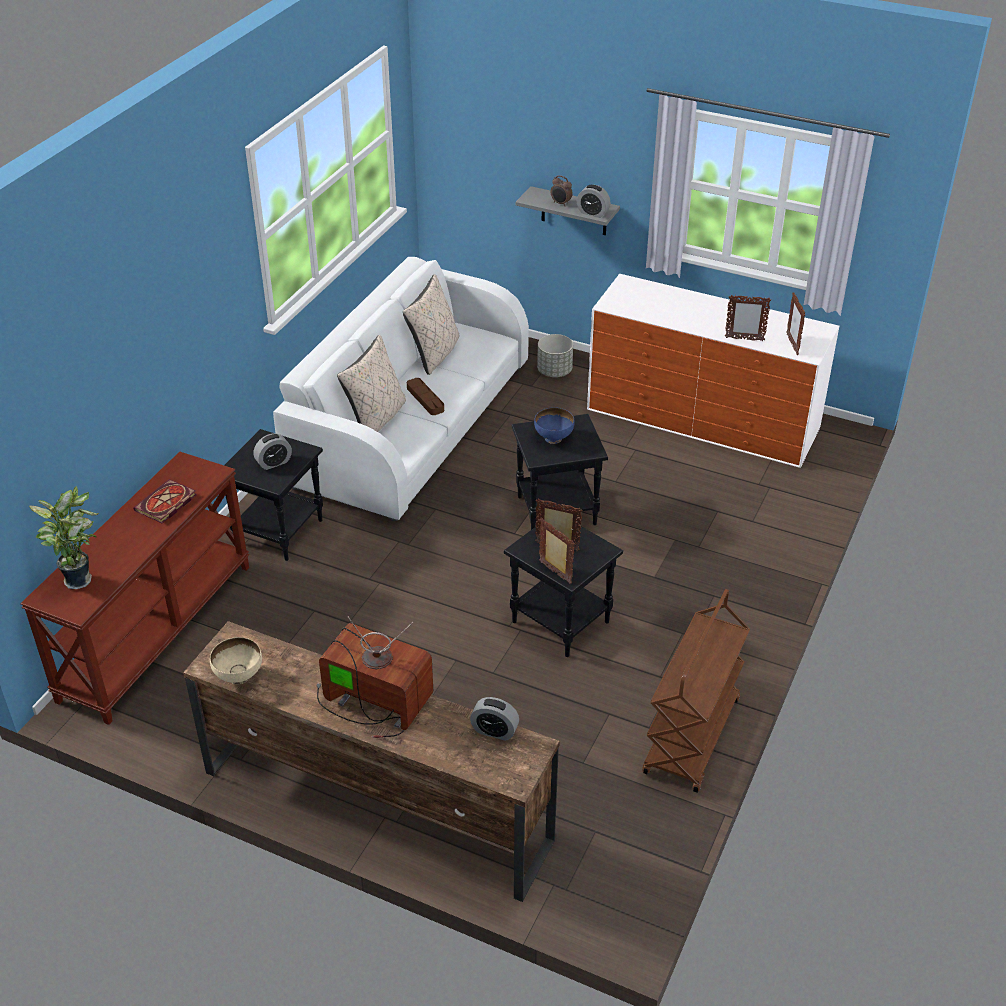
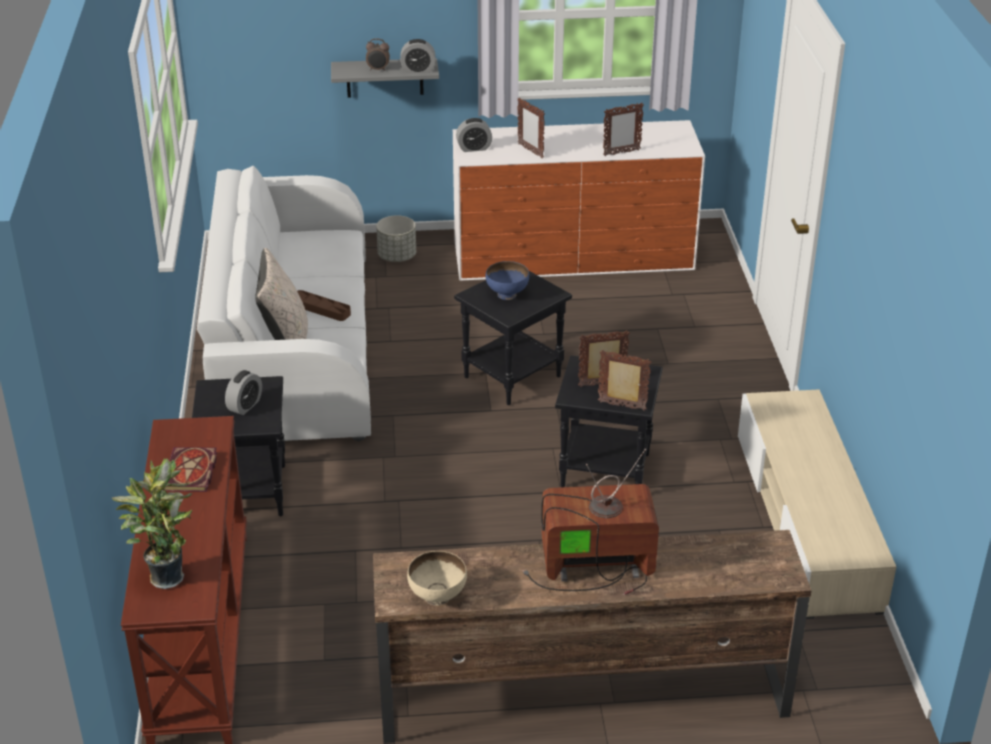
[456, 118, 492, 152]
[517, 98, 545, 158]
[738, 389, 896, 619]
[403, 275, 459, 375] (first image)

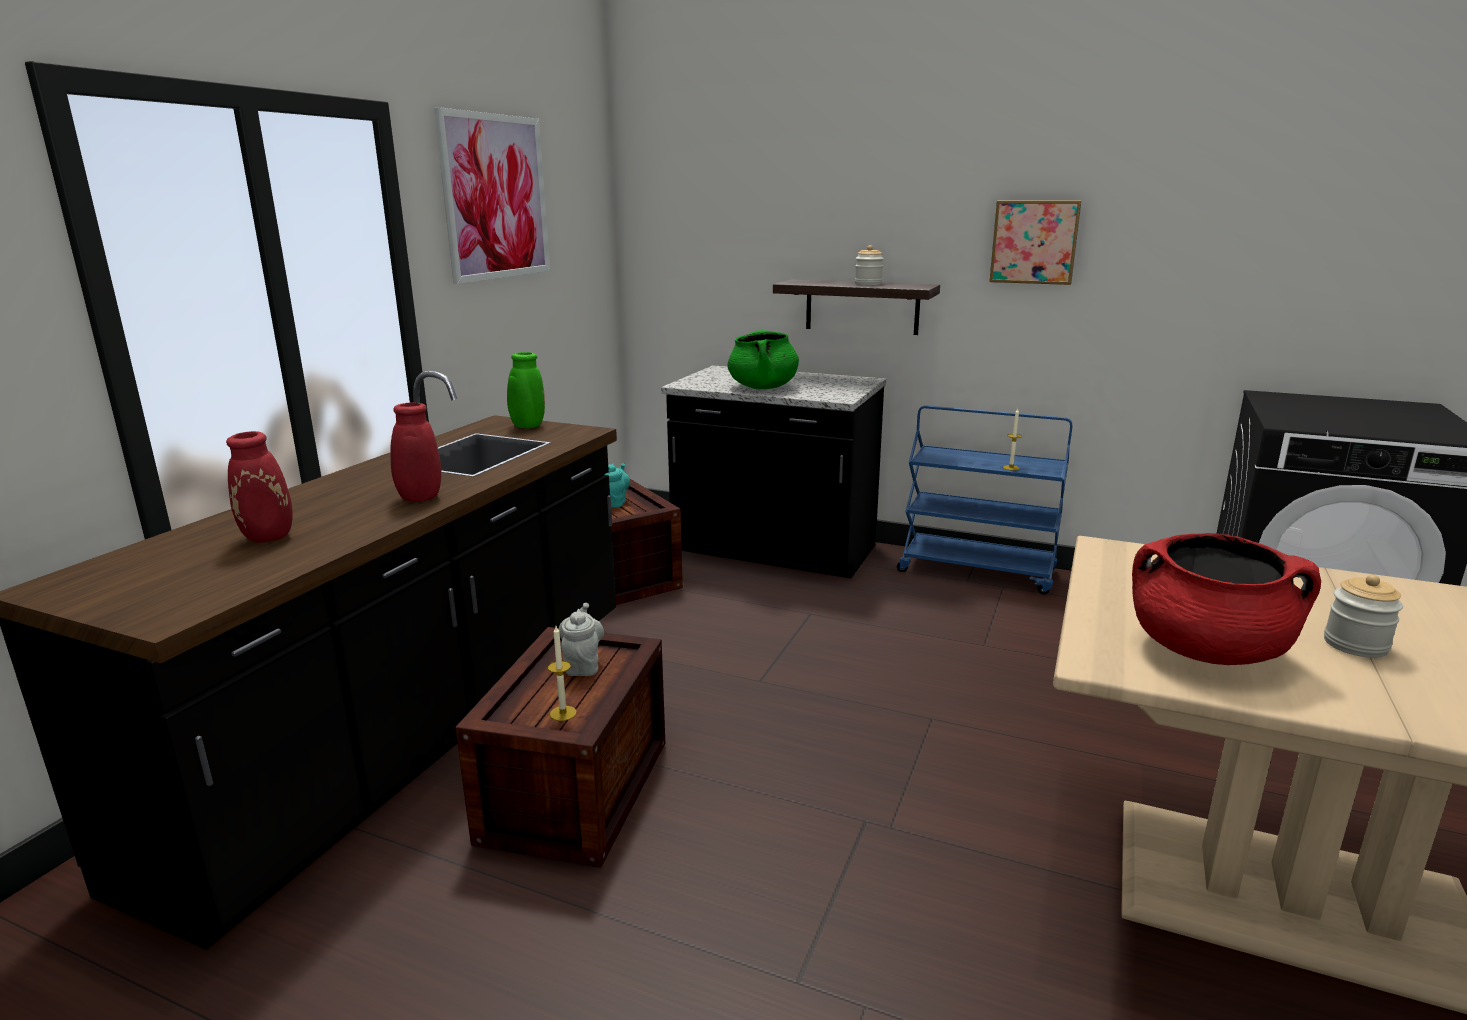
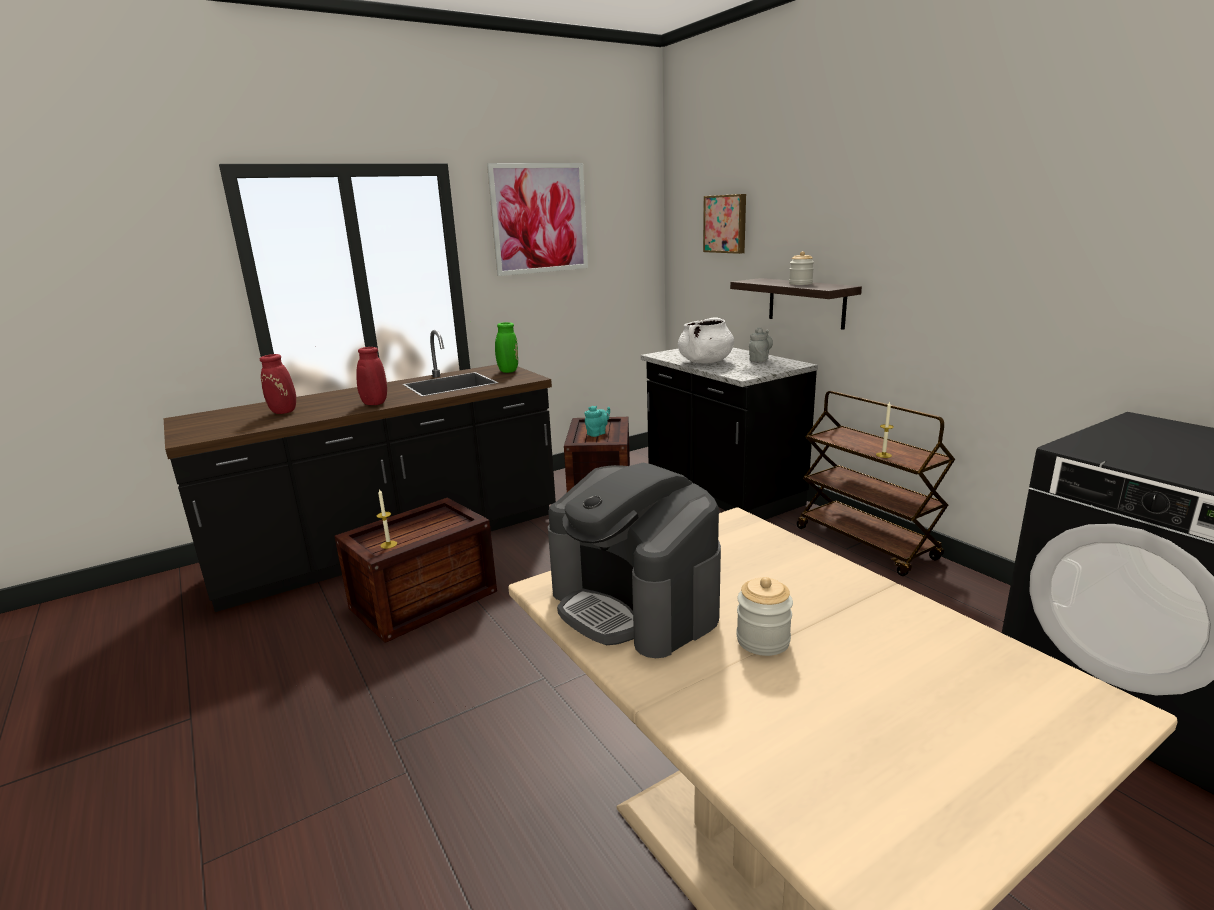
[548, 463, 721, 658]
[678, 317, 734, 363]
[703, 194, 746, 254]
[749, 327, 773, 362]
[797, 391, 955, 576]

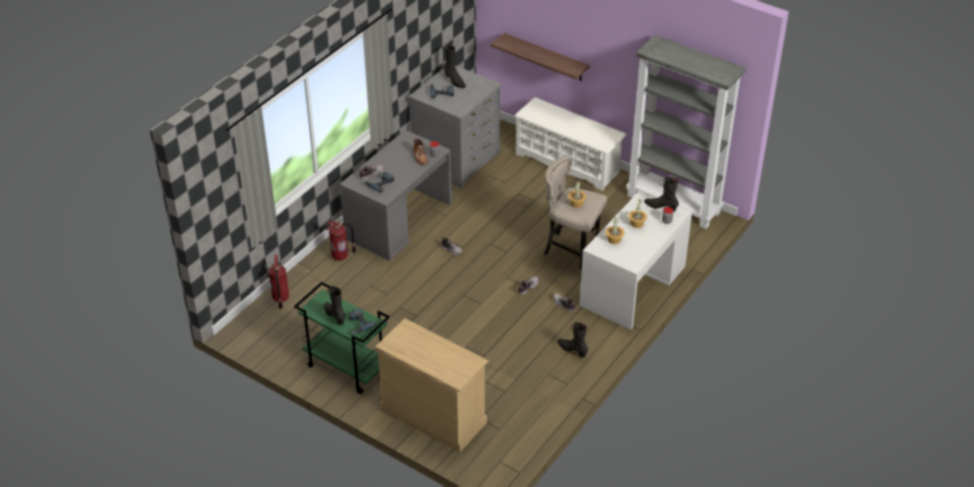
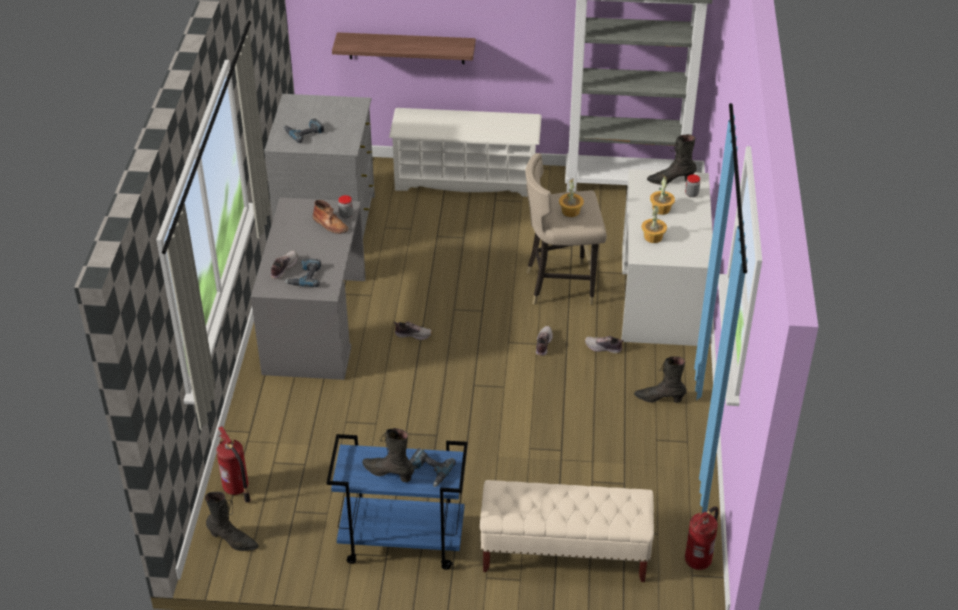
[205, 492, 259, 551]
[327, 434, 468, 570]
[480, 480, 654, 582]
[685, 506, 719, 570]

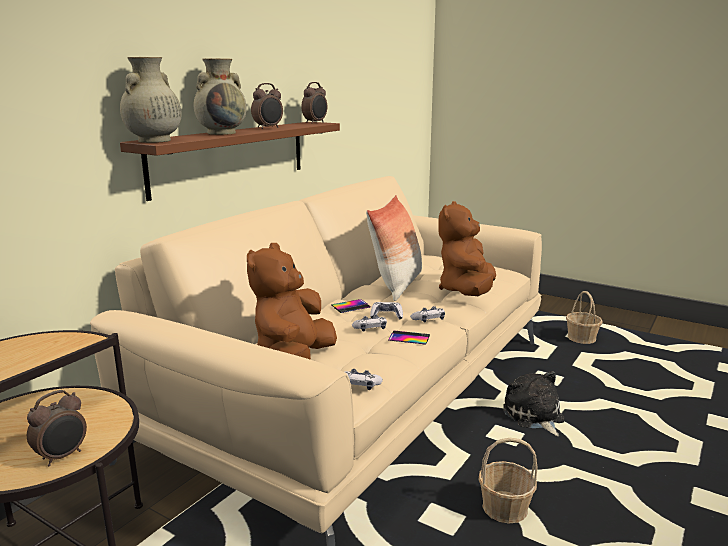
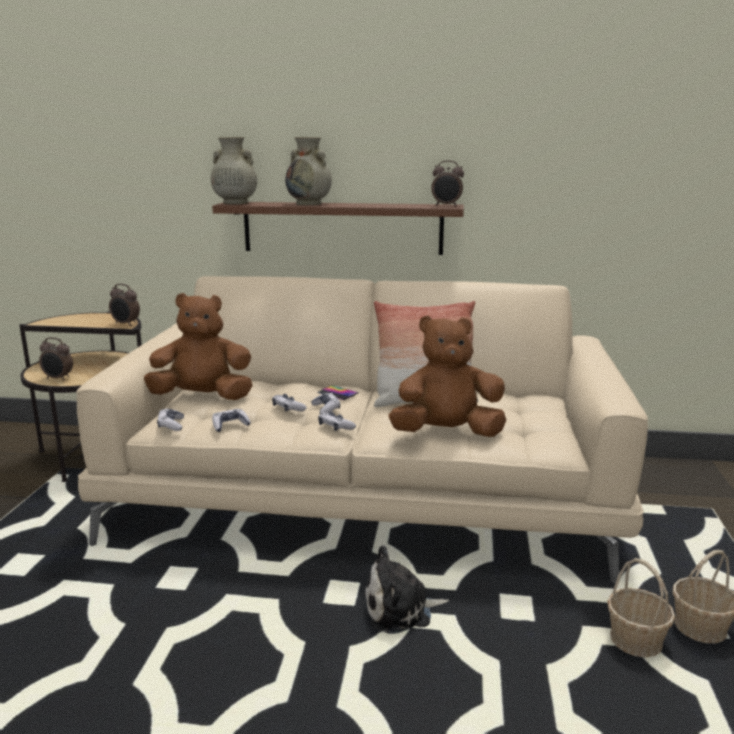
[109, 284, 140, 326]
[212, 409, 251, 432]
[364, 545, 449, 634]
[607, 558, 675, 658]
[388, 330, 430, 345] (first image)

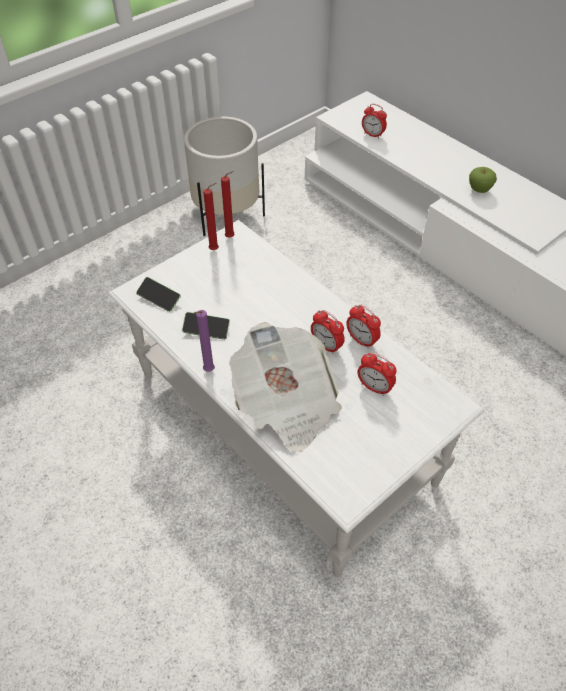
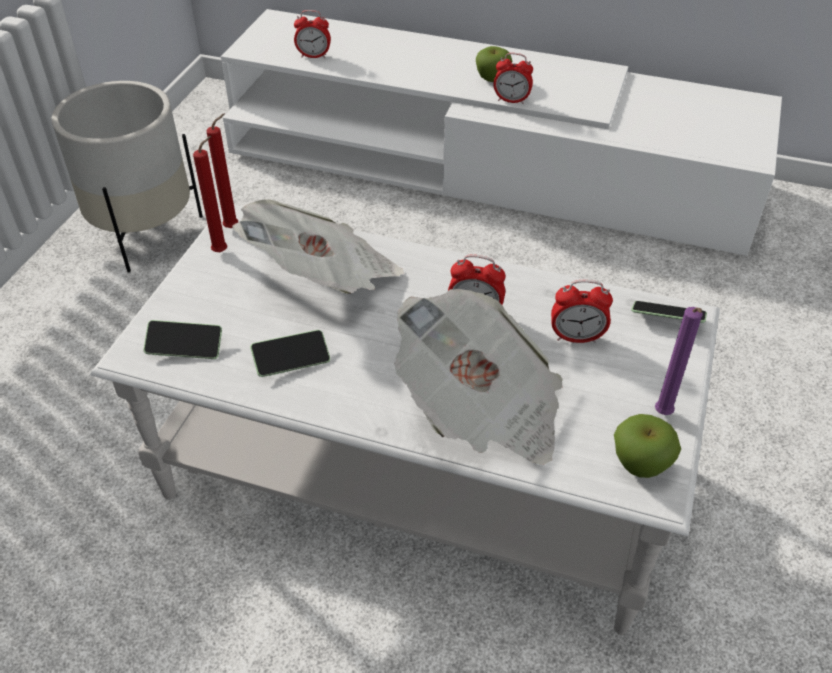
[232, 199, 403, 294]
[493, 53, 533, 104]
[614, 414, 681, 478]
[631, 301, 707, 323]
[655, 307, 703, 415]

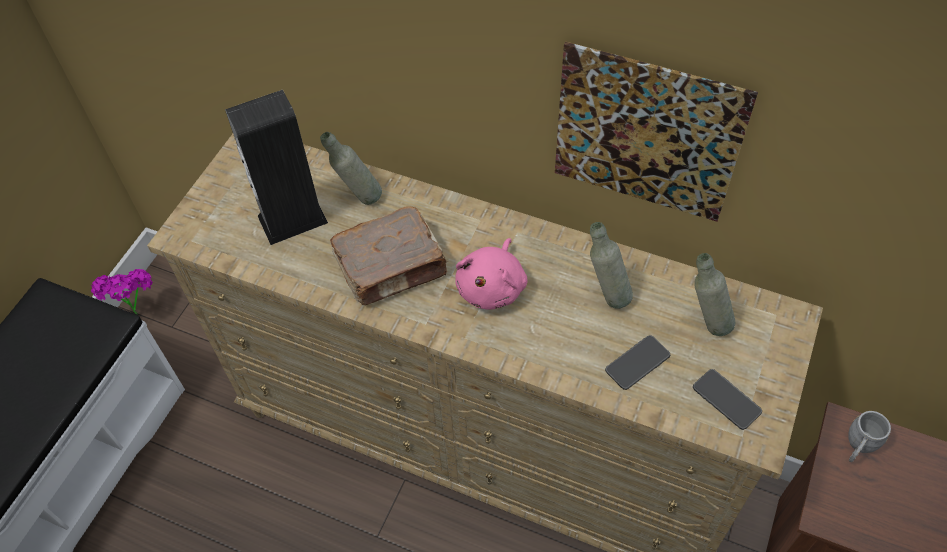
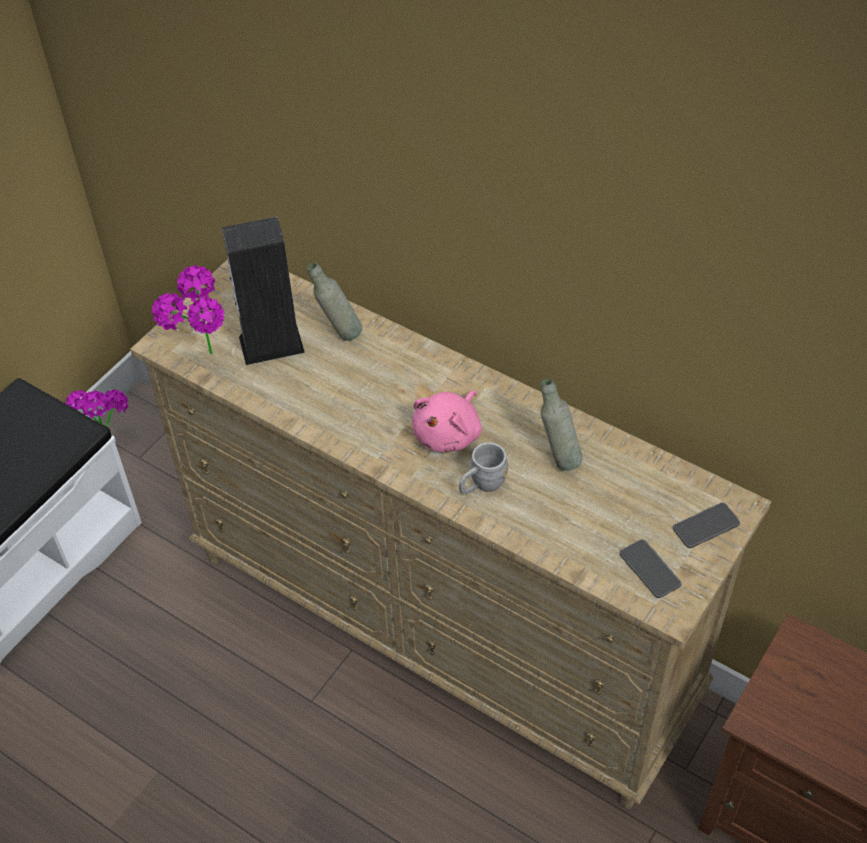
[152, 265, 224, 354]
[459, 443, 508, 495]
[673, 503, 740, 548]
[330, 207, 448, 305] (first image)
[555, 42, 758, 222] (first image)
[694, 253, 735, 336] (first image)

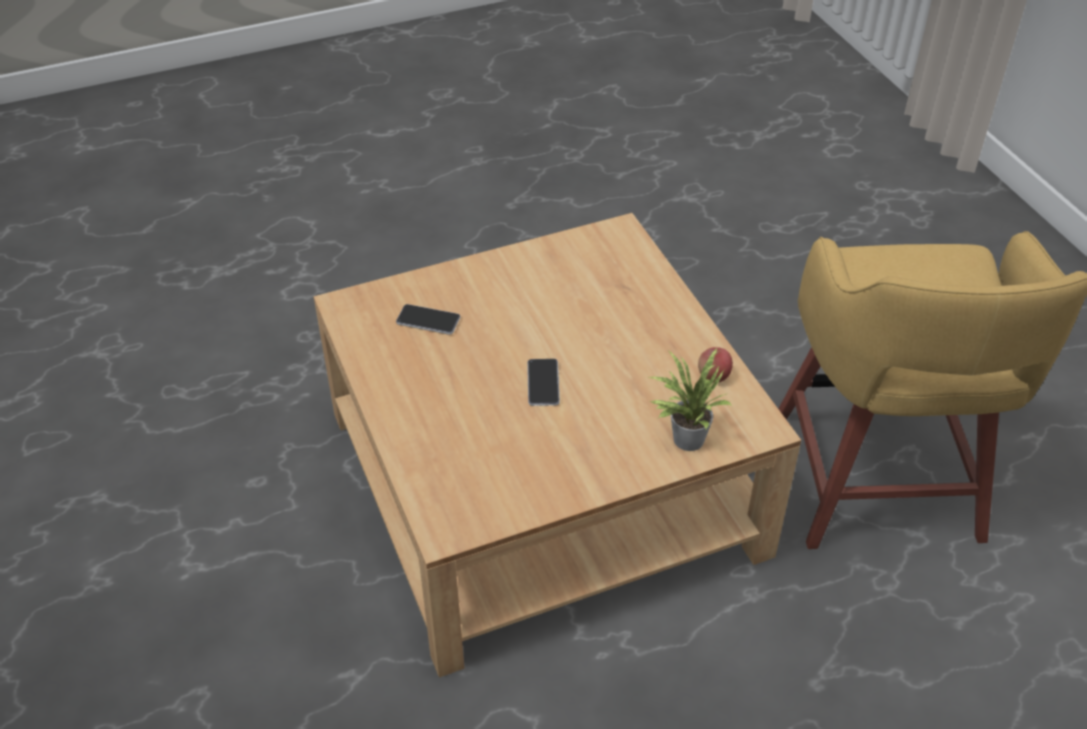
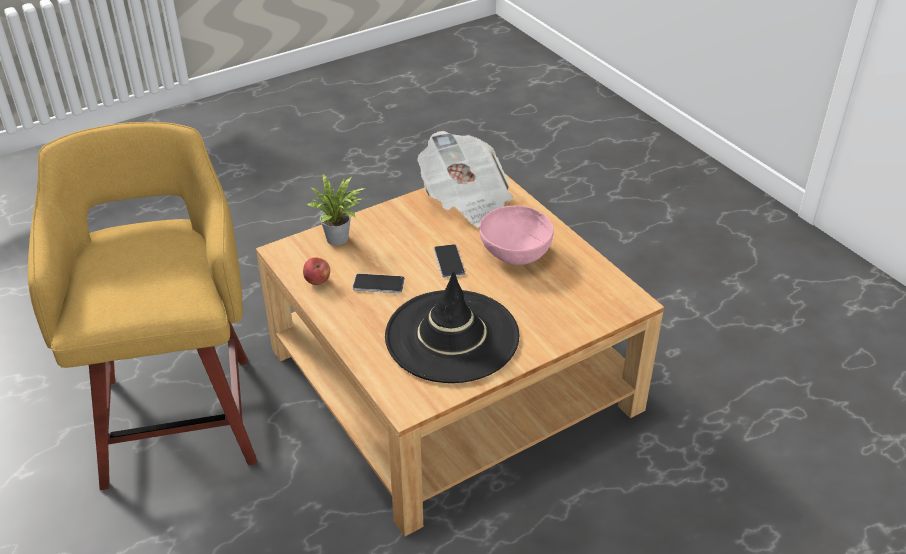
[353, 274, 405, 293]
[385, 271, 519, 383]
[417, 131, 513, 227]
[479, 206, 554, 265]

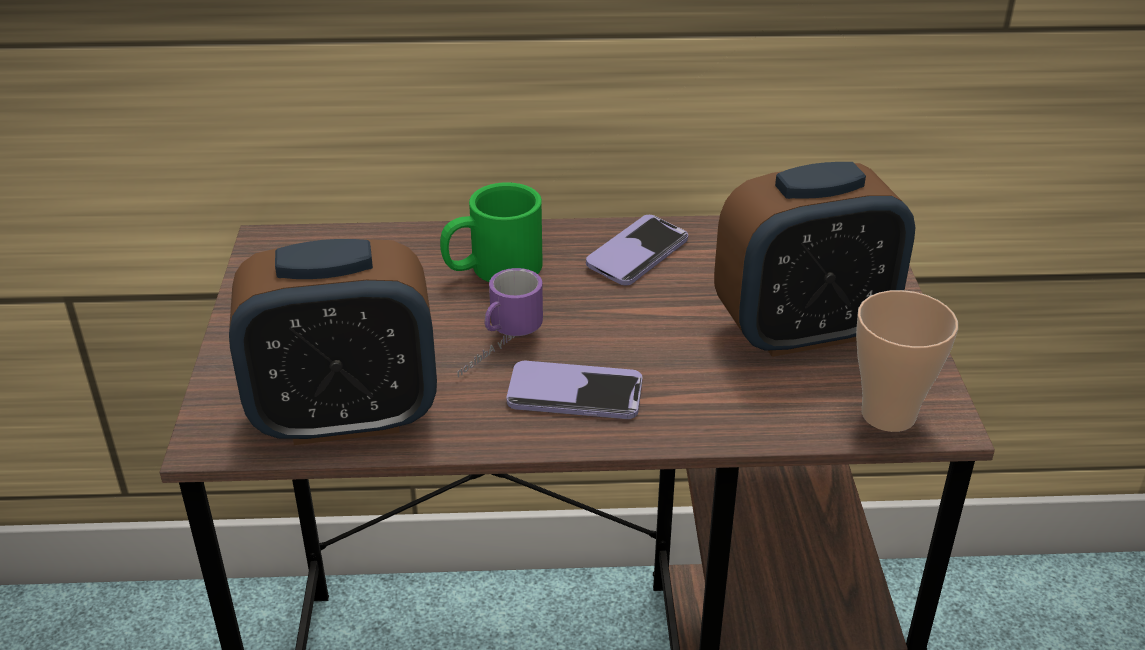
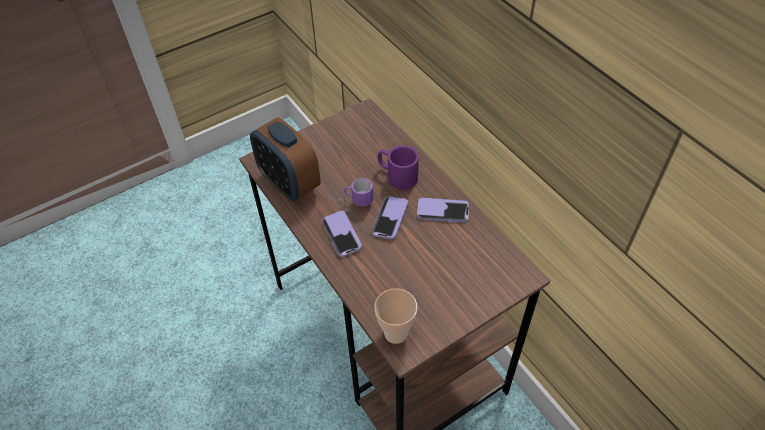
[372, 196, 408, 239]
[377, 145, 419, 190]
[714, 162, 915, 357] (first image)

